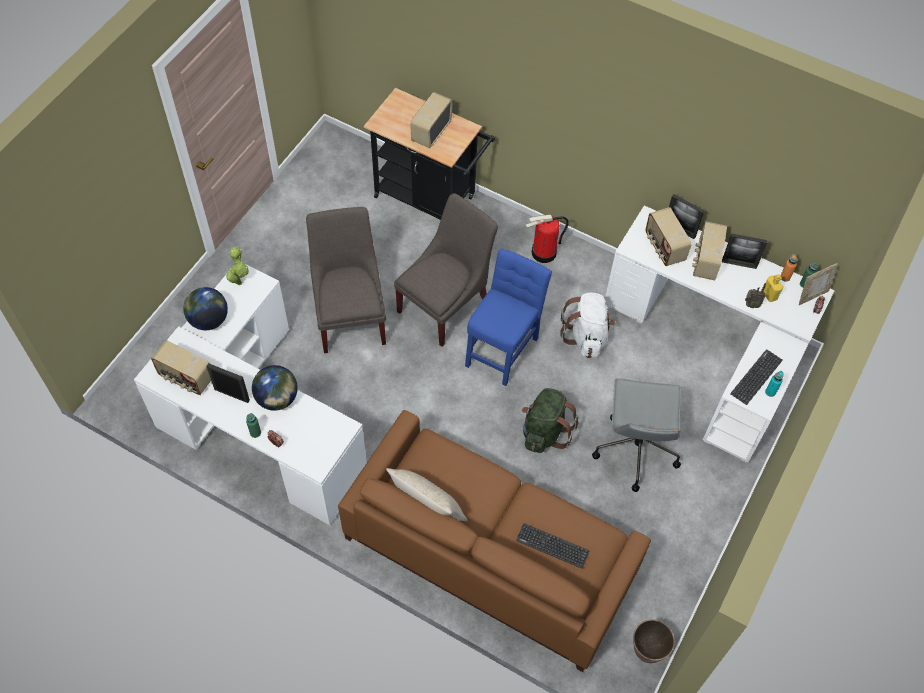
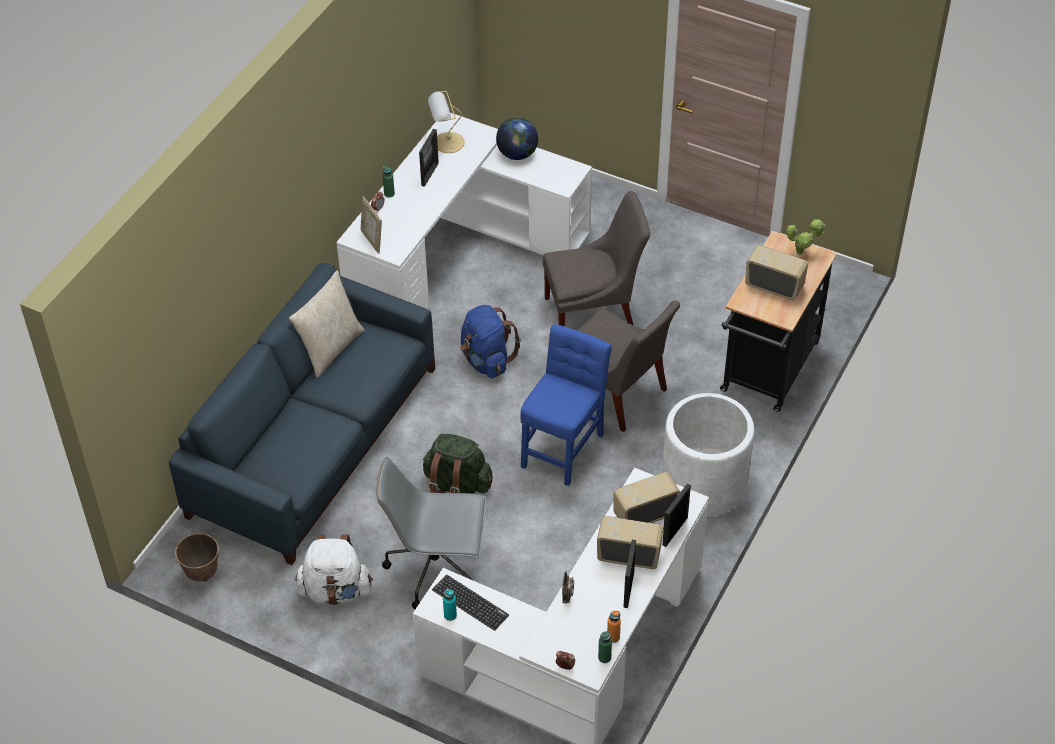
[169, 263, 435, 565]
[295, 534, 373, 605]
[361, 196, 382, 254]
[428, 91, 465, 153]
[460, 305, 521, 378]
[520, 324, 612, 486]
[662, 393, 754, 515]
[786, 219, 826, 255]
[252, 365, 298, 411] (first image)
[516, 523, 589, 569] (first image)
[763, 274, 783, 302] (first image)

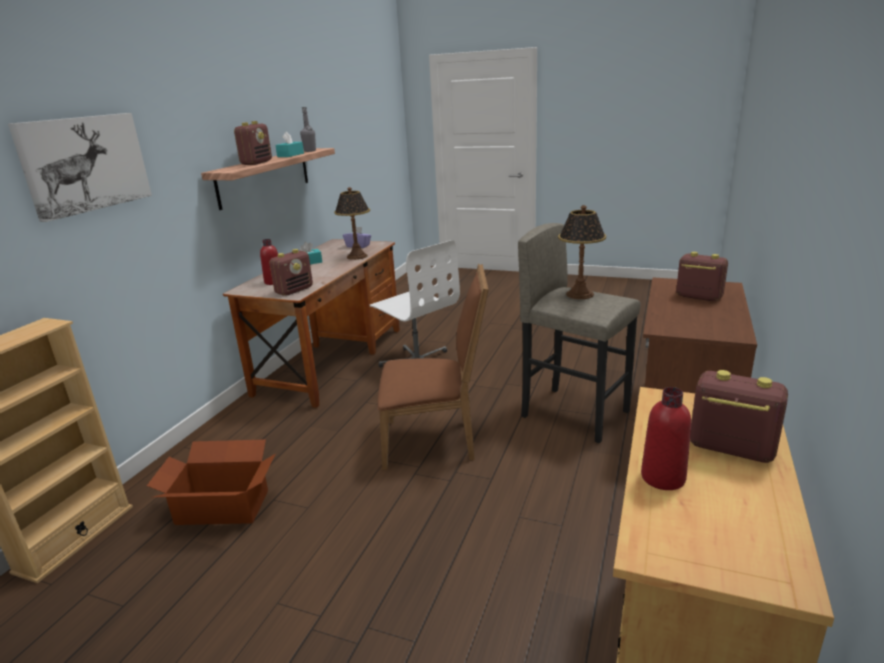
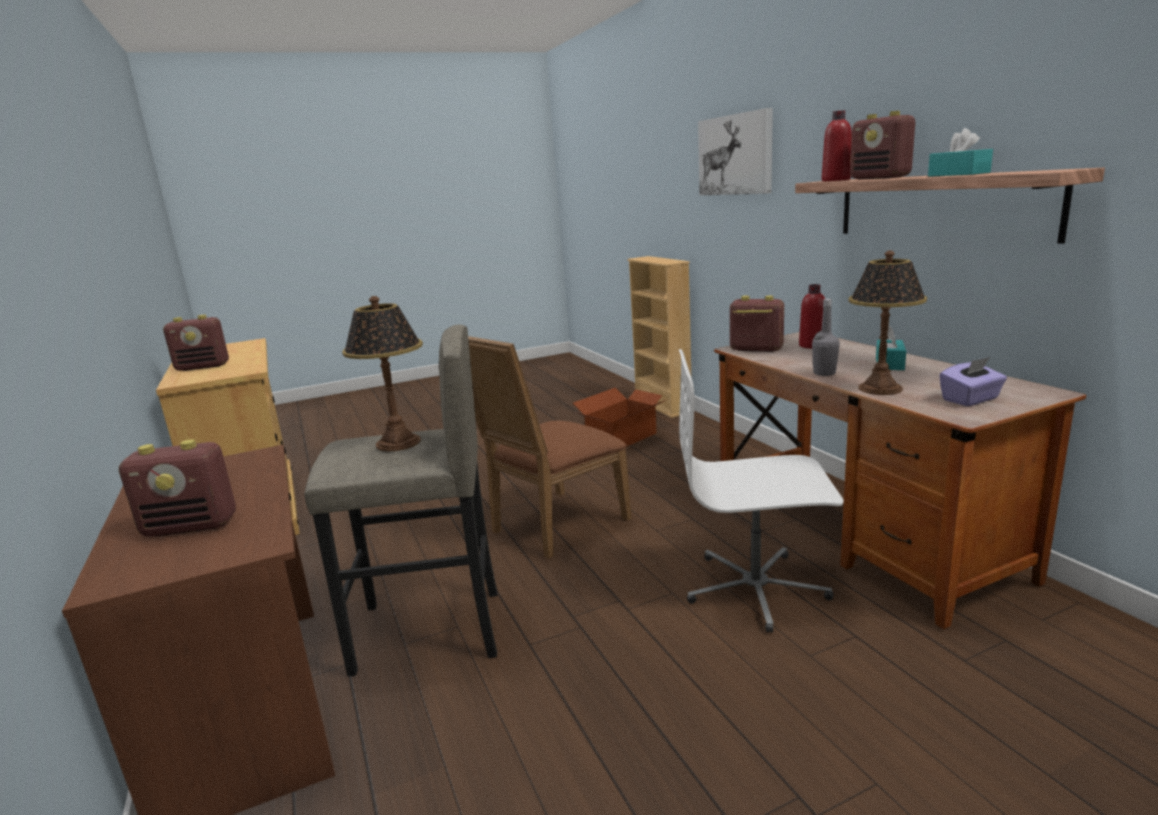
[730, 296, 784, 352]
[812, 299, 840, 376]
[822, 110, 852, 181]

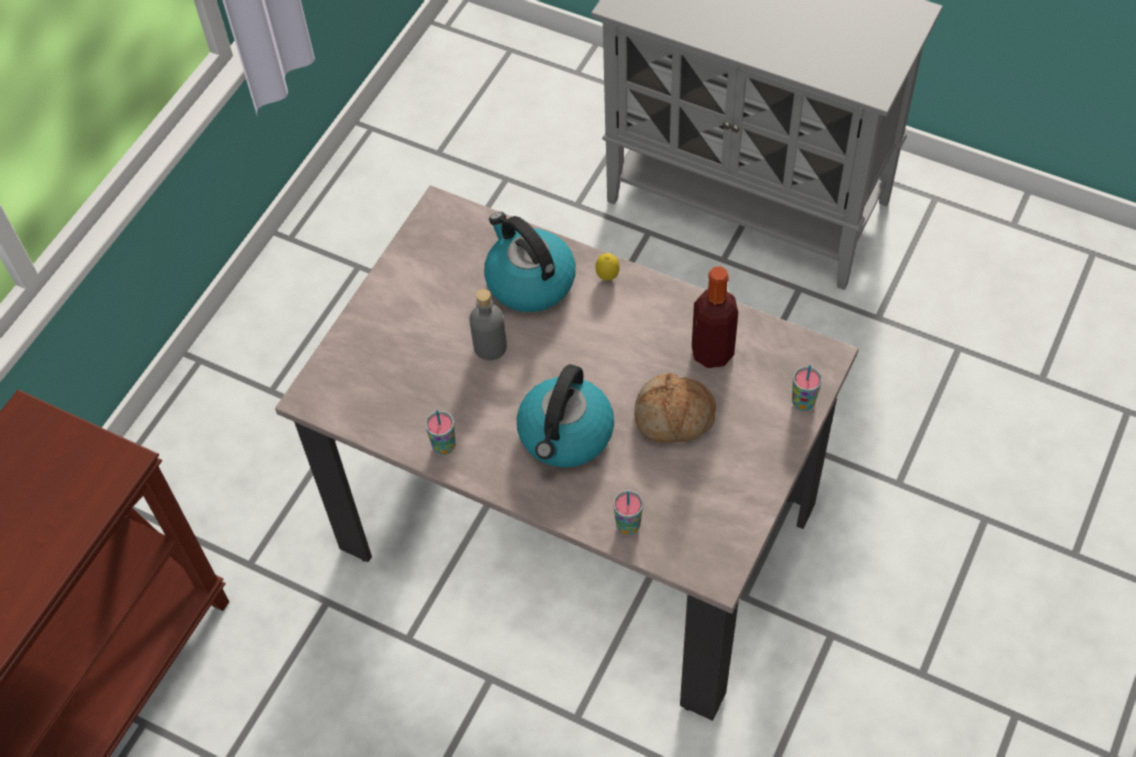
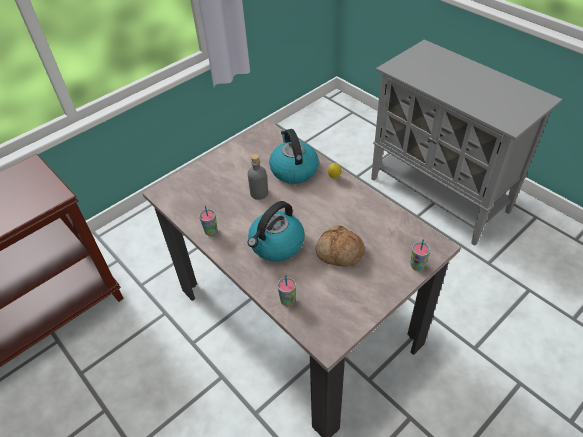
[692, 266, 738, 368] (first image)

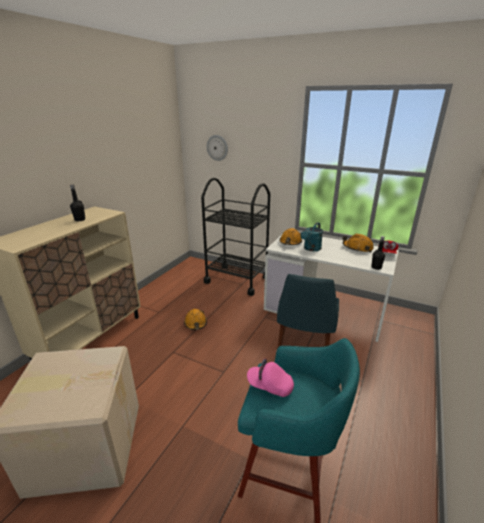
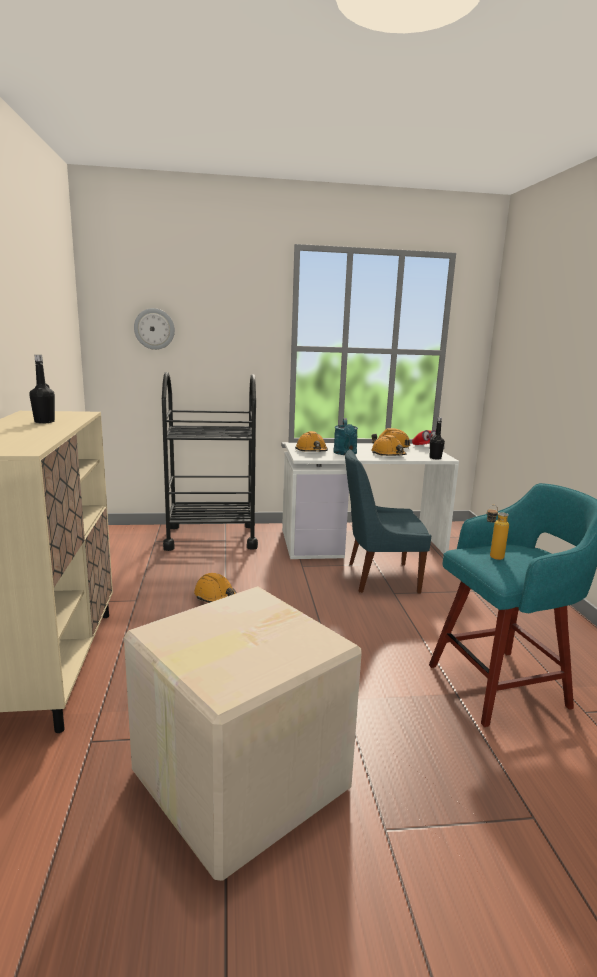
[345, 449, 431, 594]
[371, 435, 406, 456]
[487, 505, 509, 560]

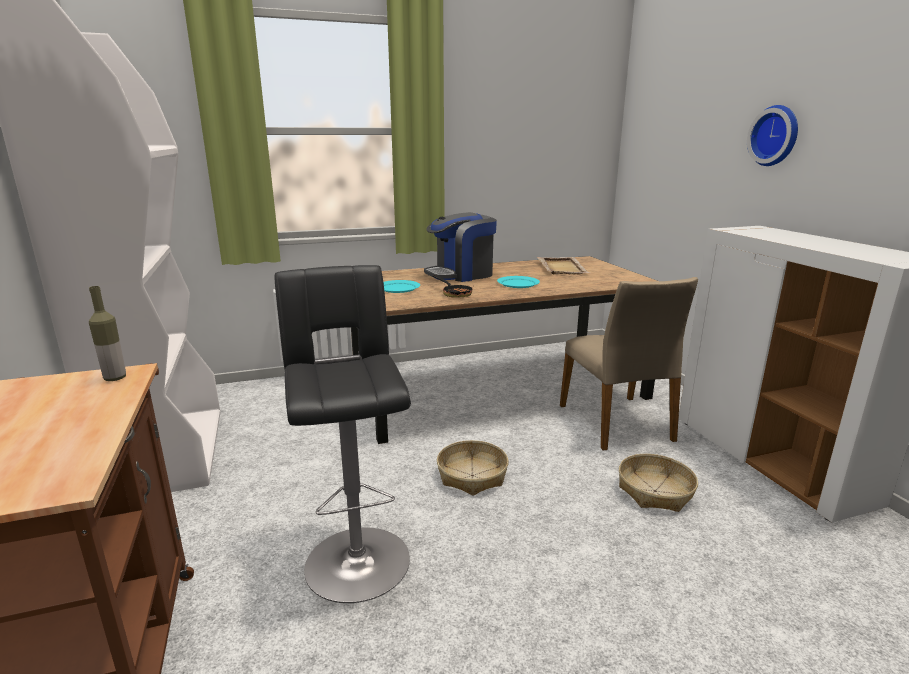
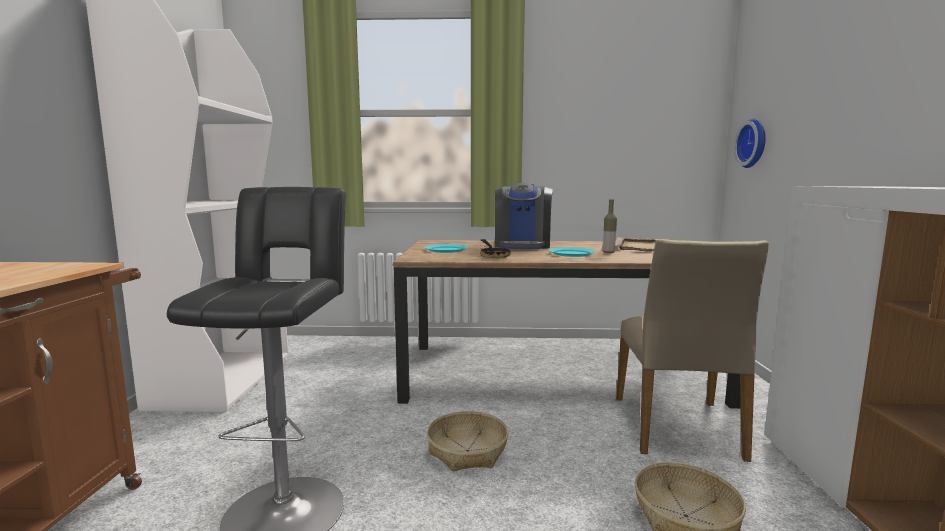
[495, 183, 553, 249]
[603, 199, 617, 253]
[734, 118, 766, 168]

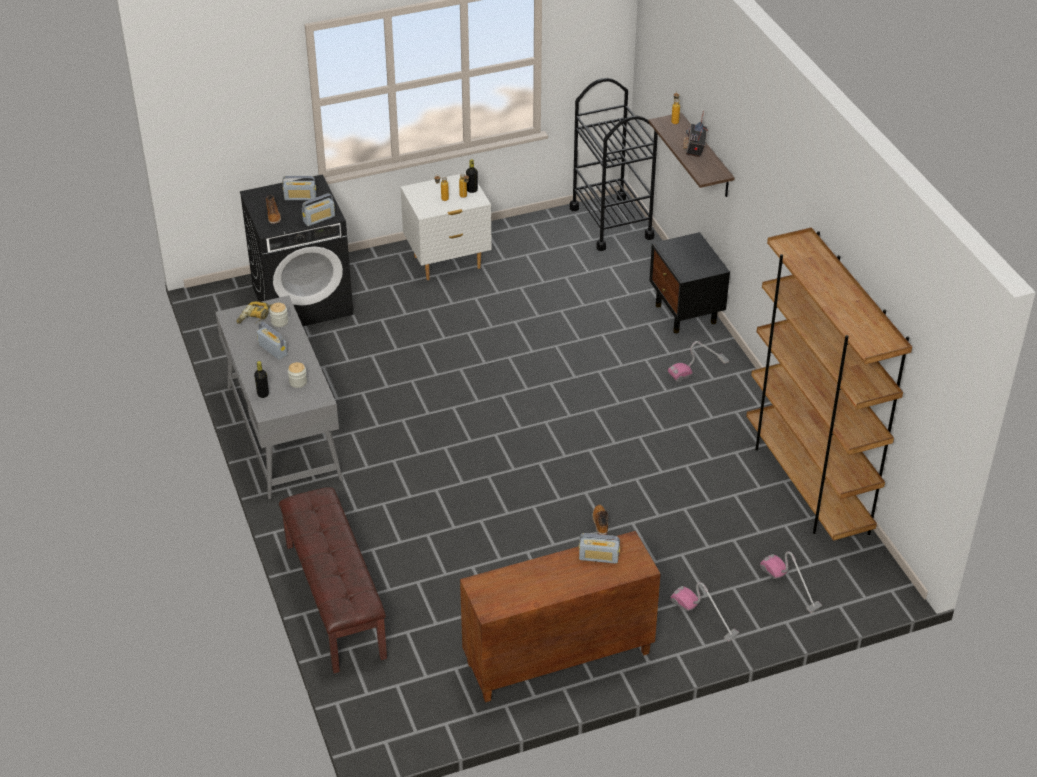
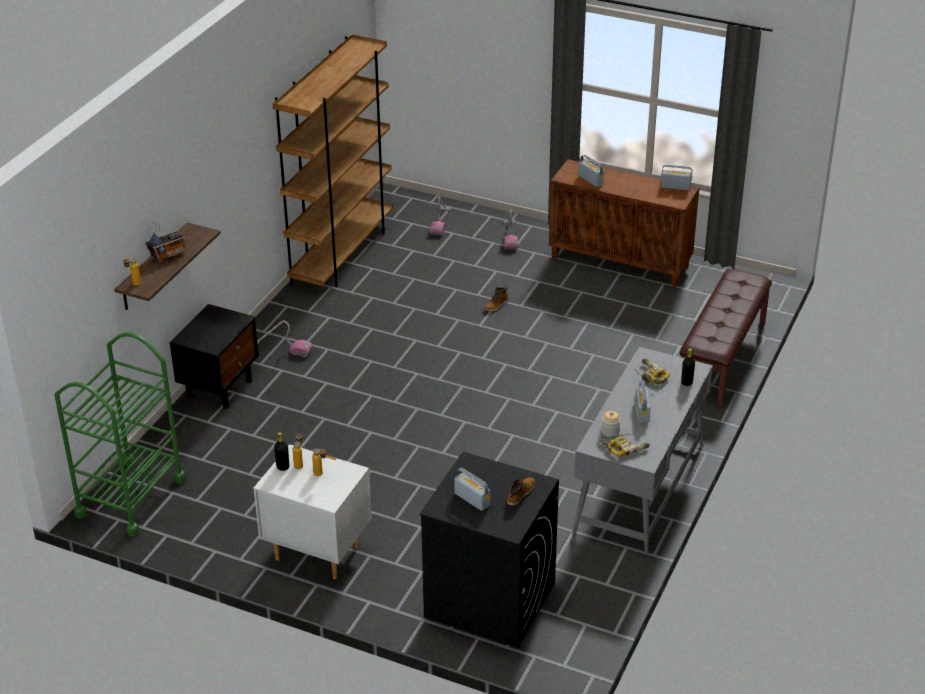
[54, 332, 186, 536]
[635, 358, 670, 387]
[661, 165, 692, 190]

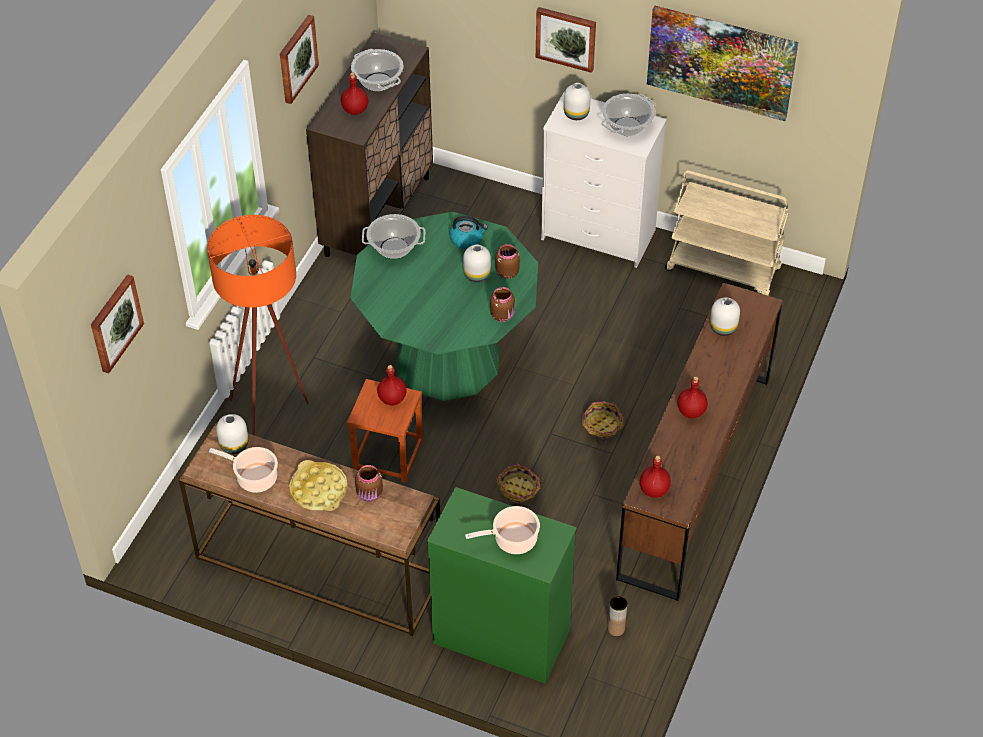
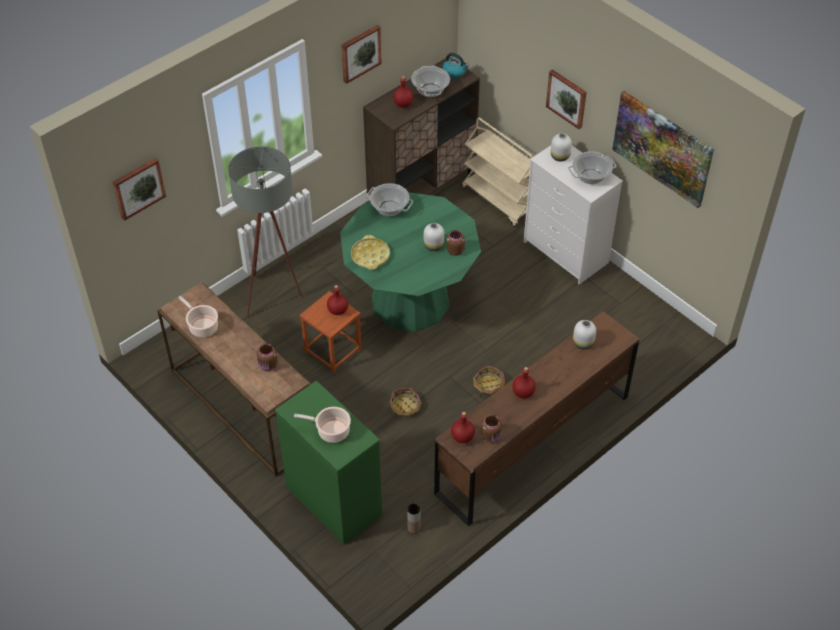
[228, 146, 302, 317]
[351, 235, 390, 270]
[443, 53, 469, 78]
[461, 118, 532, 227]
[481, 415, 502, 443]
[216, 414, 248, 454] (first image)

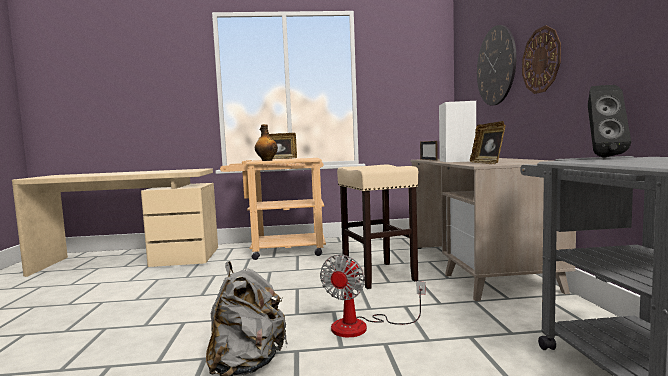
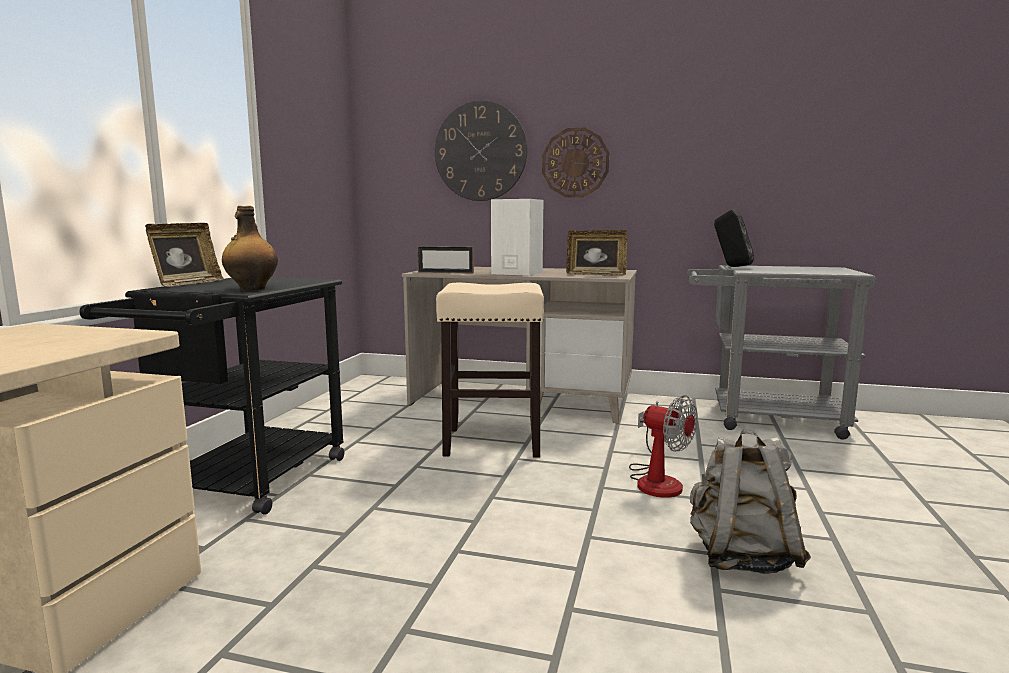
[80, 277, 344, 515]

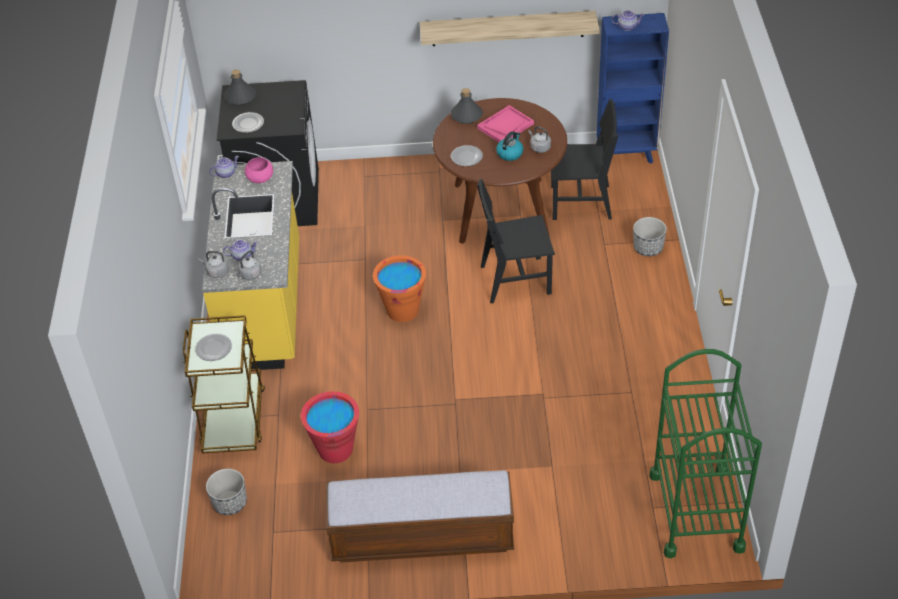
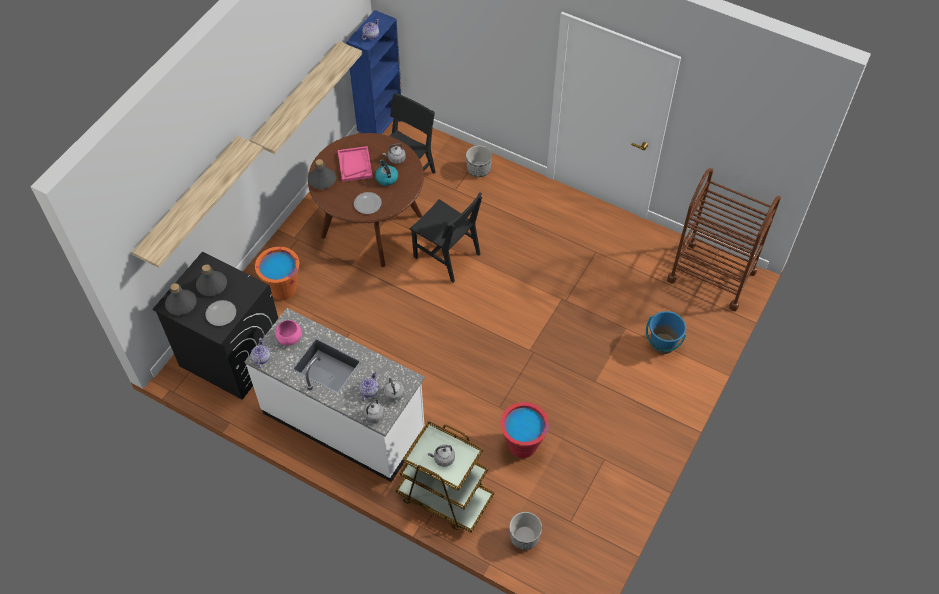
[132, 136, 263, 268]
[196, 264, 227, 296]
[245, 308, 425, 482]
[255, 247, 299, 300]
[410, 192, 482, 283]
[428, 445, 455, 467]
[646, 311, 686, 354]
[667, 168, 781, 311]
[326, 470, 514, 563] (first image)

